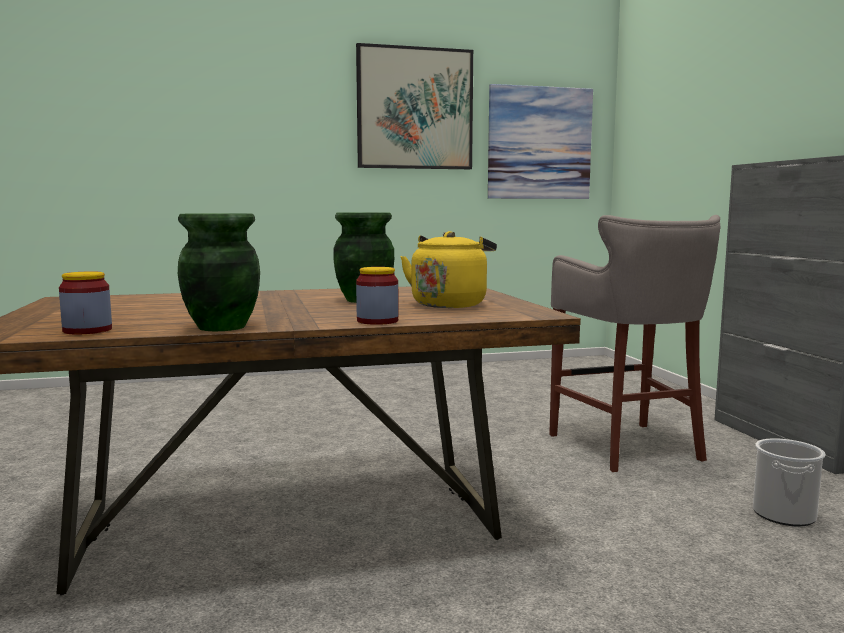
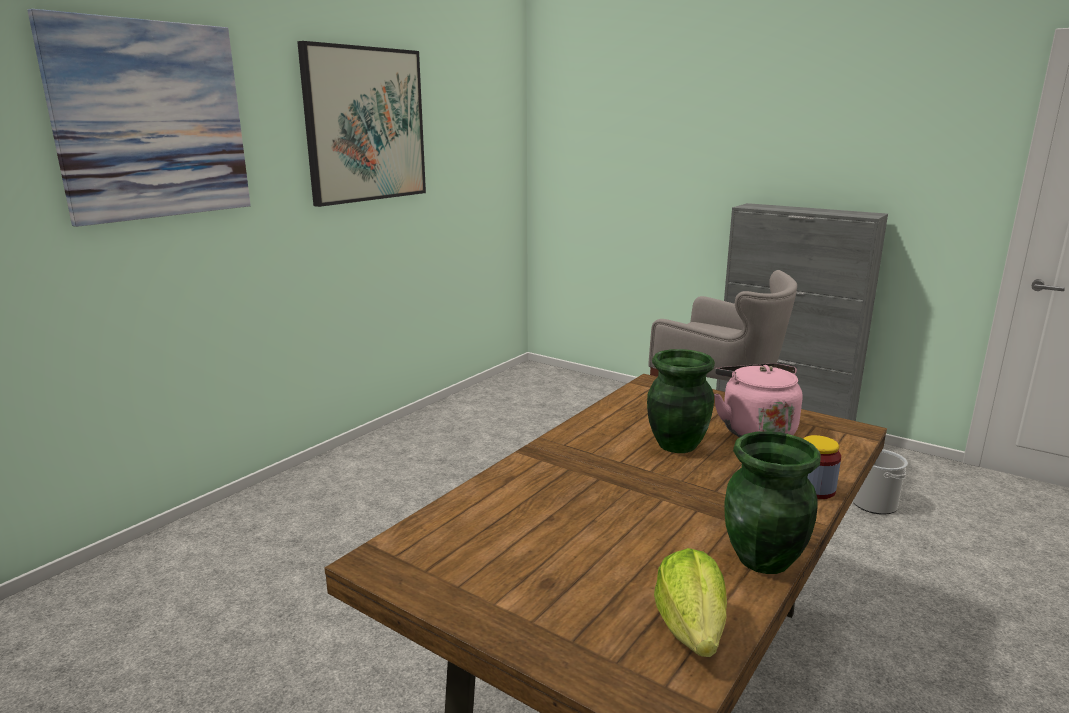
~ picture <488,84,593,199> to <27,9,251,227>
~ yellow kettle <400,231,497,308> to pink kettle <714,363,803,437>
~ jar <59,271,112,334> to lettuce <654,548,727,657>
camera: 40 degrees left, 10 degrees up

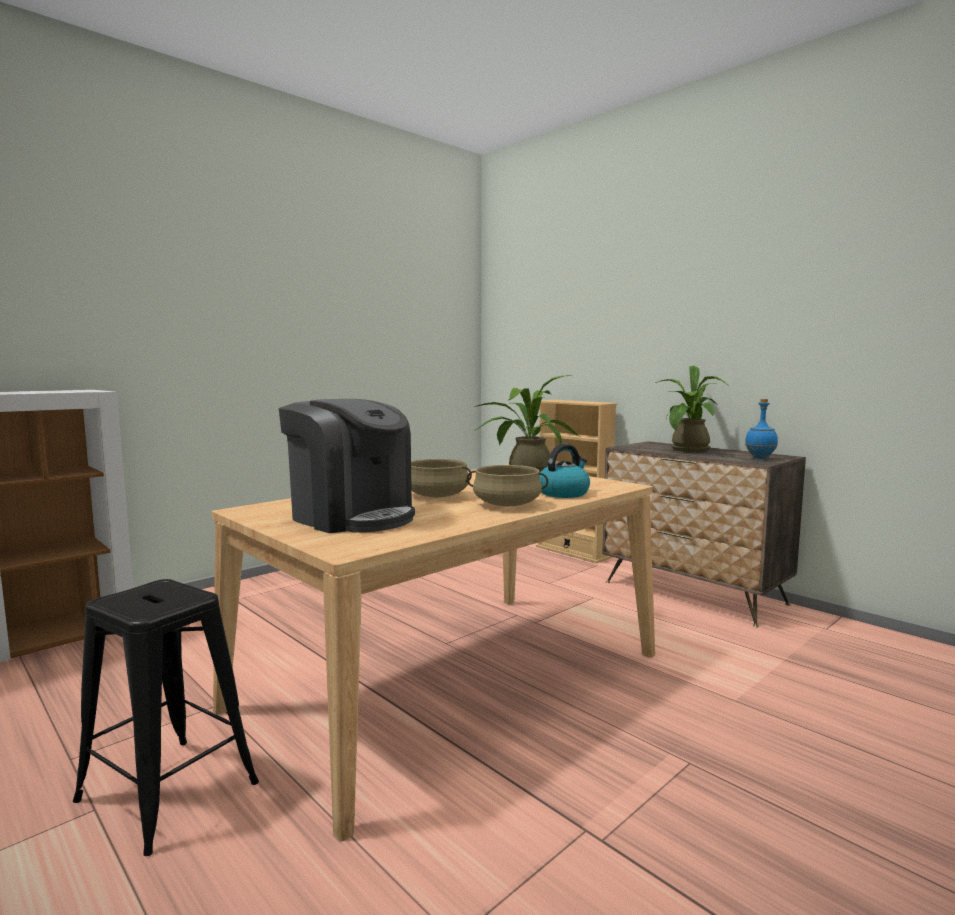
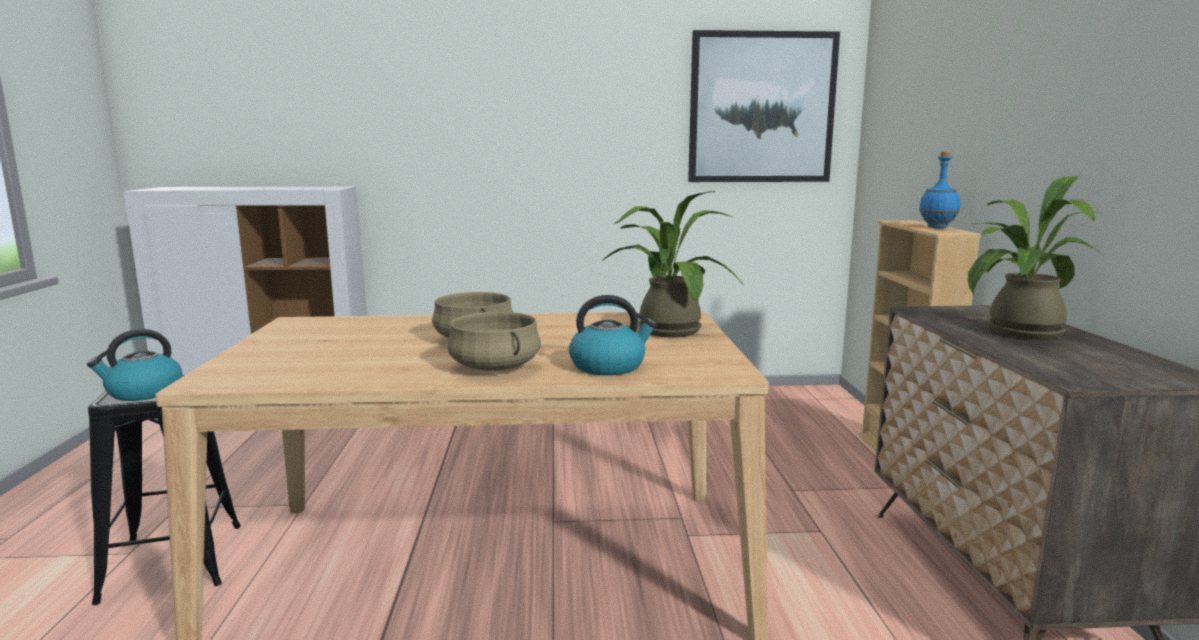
- coffee machine <279,399,415,533>
~ blue bottle <745,399,778,459> to <919,152,960,228>
+ picture <688,30,840,182>
+ kettle <87,329,182,401>
camera: 40 degrees right, 5 degrees up

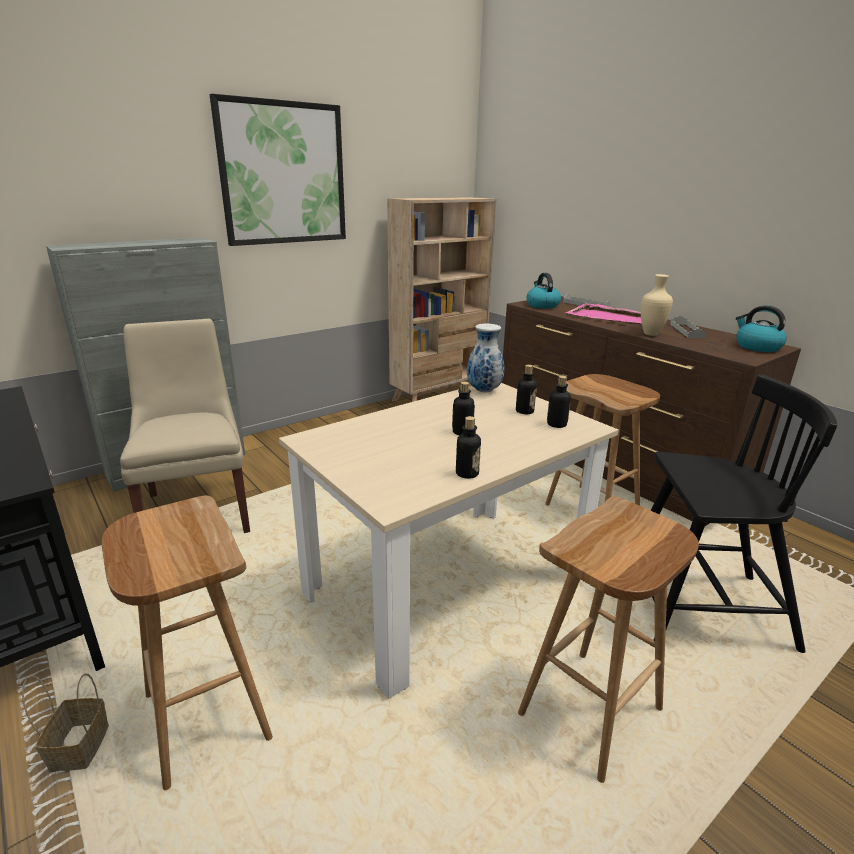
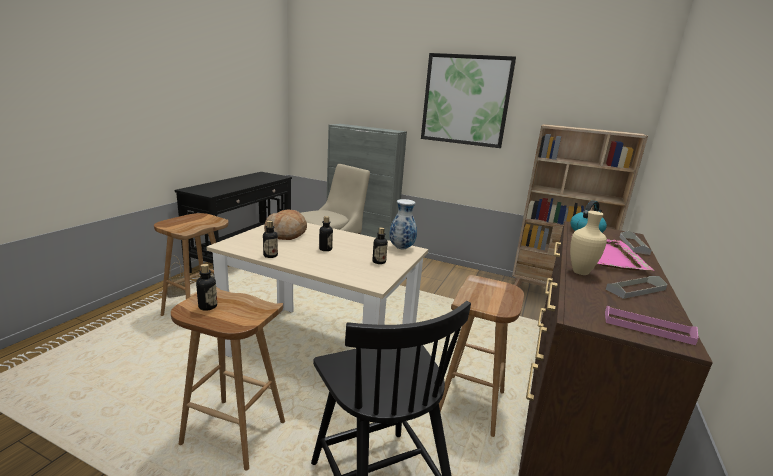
~ kettle <736,305,786,352> to pink tray <605,306,698,345>
~ bottle <547,376,571,428> to <196,264,217,311>
+ bread <264,209,307,240>
camera: 60 degrees right, 5 degrees down

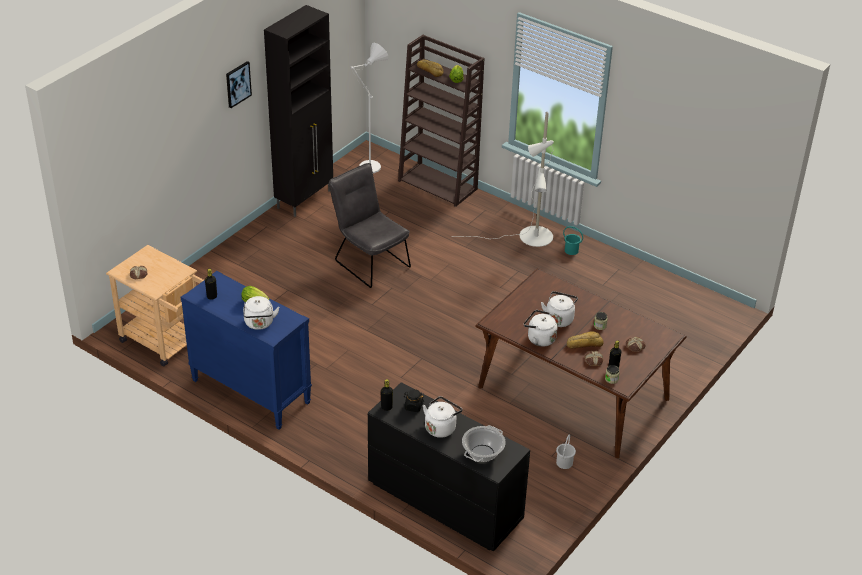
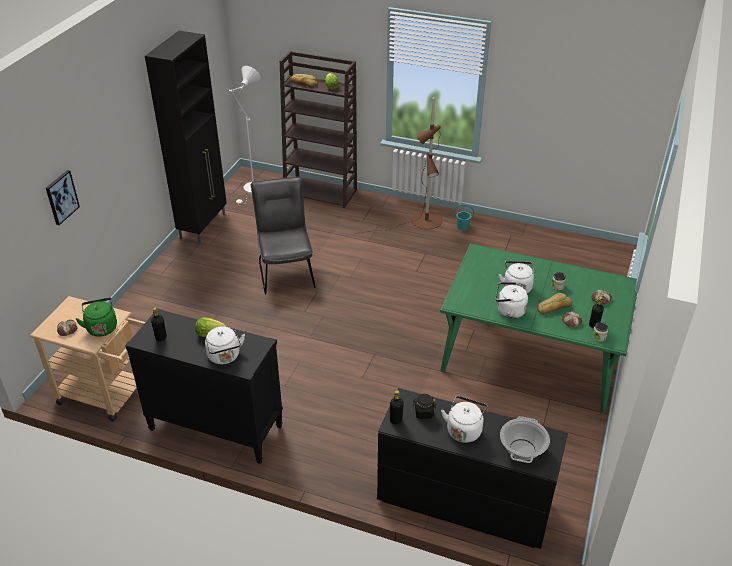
~ picture <226,61,252,108> to <46,170,80,225>
~ white floor lamp <451,112,554,247> to brown floor lamp <354,97,442,234>
~ grey chair <329,163,411,288> = <251,177,316,295> 45 degrees clockwise
~ brown dining table <476,268,686,458> to green dining table <440,244,637,413>
~ blue dresser <181,271,312,430> to black dresser <125,309,283,464>
- white bucket <556,434,576,469>
+ green kettle <76,298,117,337>
camera: 15 degrees left, 0 degrees up

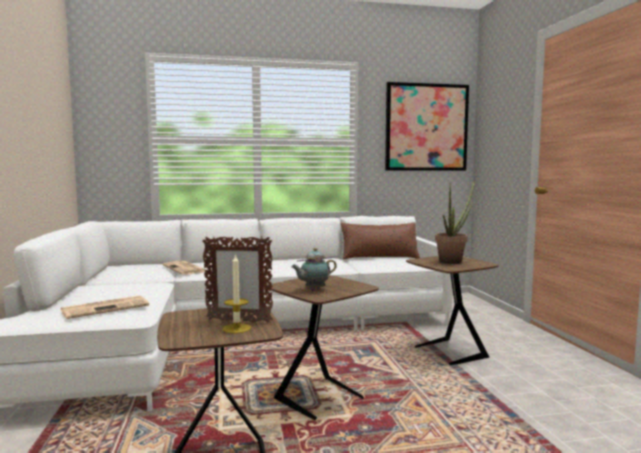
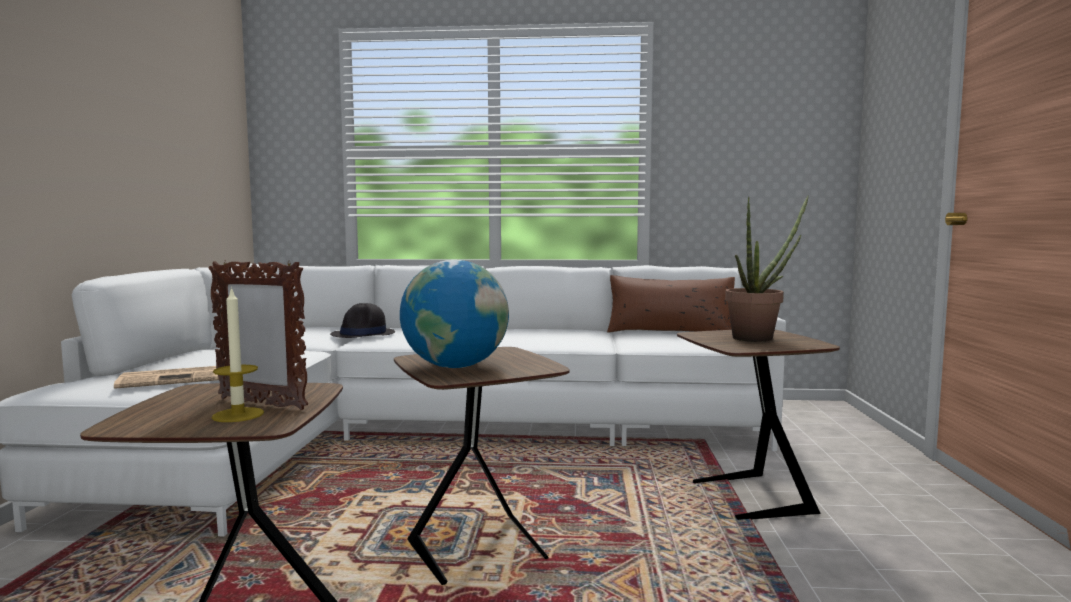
- picture <385,82,469,171>
~ teapot <291,248,337,290> to globe <400,260,509,368>
~ newspaper <163,261,206,275> to black hat <330,303,395,338>
camera: 15 degrees right, 0 degrees up

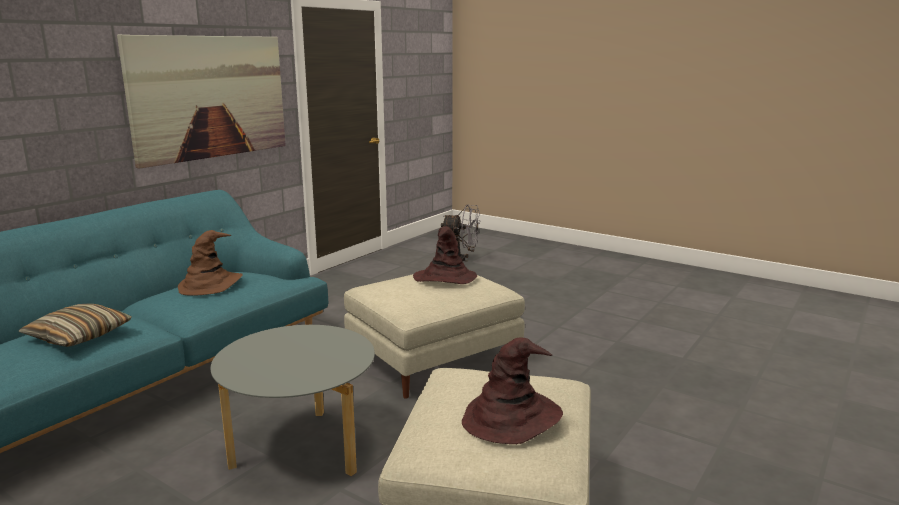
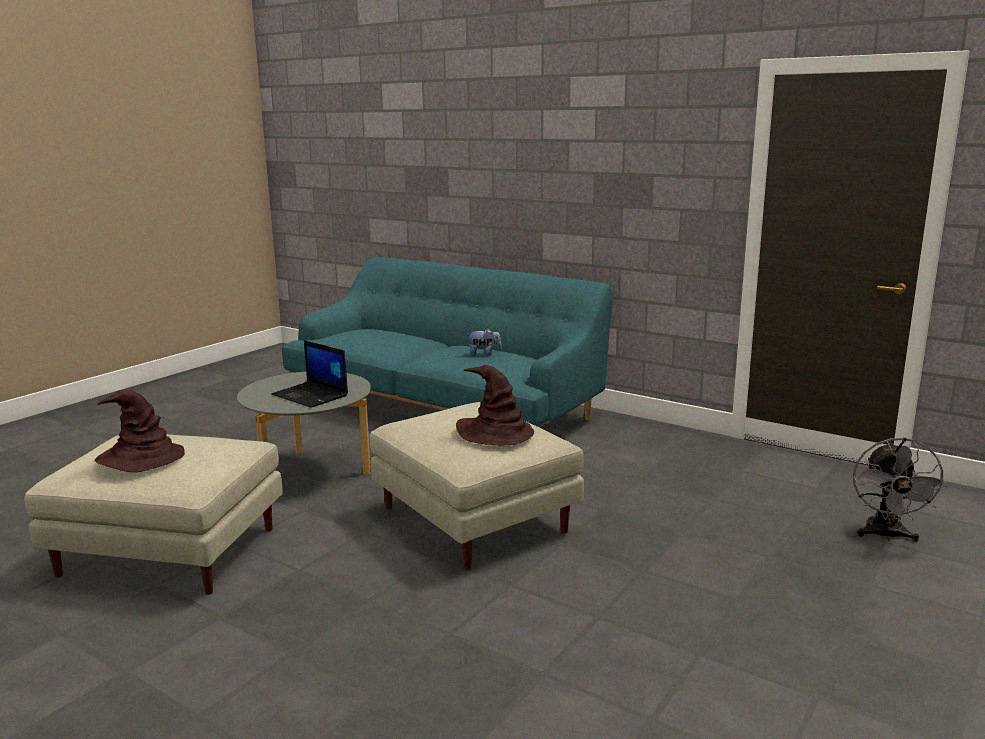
- picture <117,35,286,169>
~ brown hat <178,230,243,296> to plush toy <466,328,502,356>
- pillow <19,304,132,347>
+ laptop <271,340,348,408>
camera: 90 degrees right, 0 degrees up

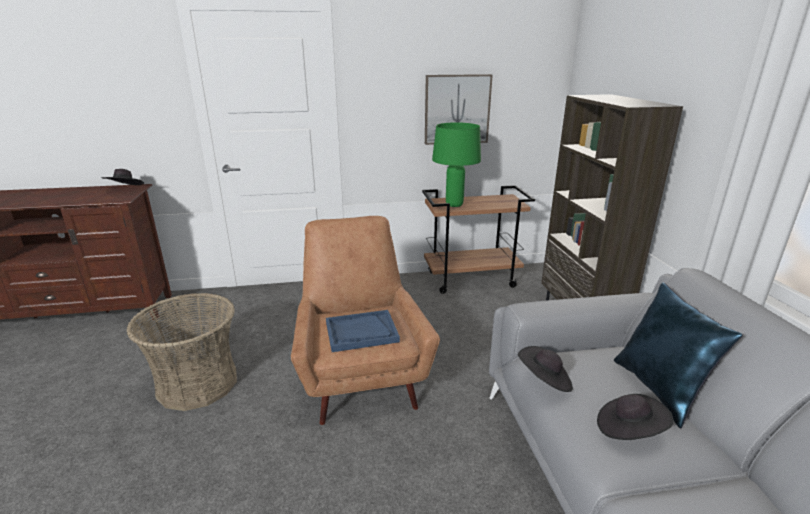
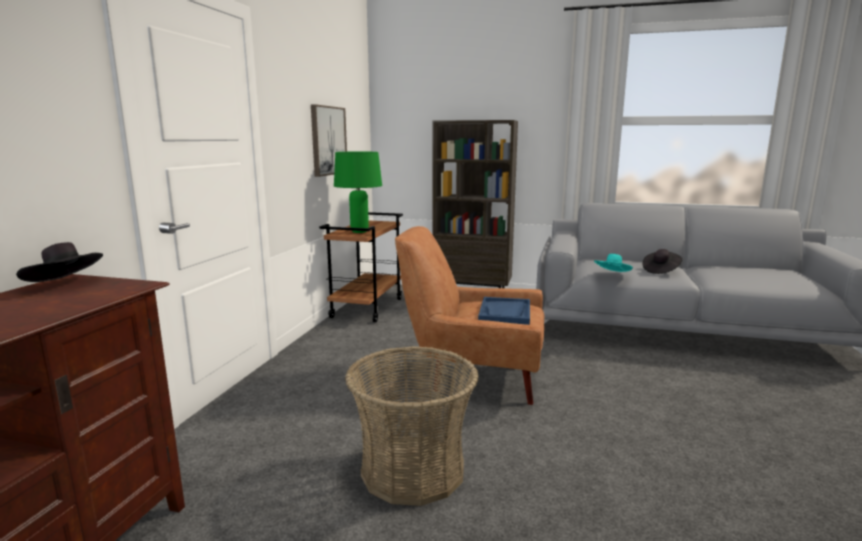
- blue pillow <614,283,743,429>
~ black hat <518,346,573,392> to turquoise hat <594,254,633,272>
camera: 65 degrees left, 10 degrees down

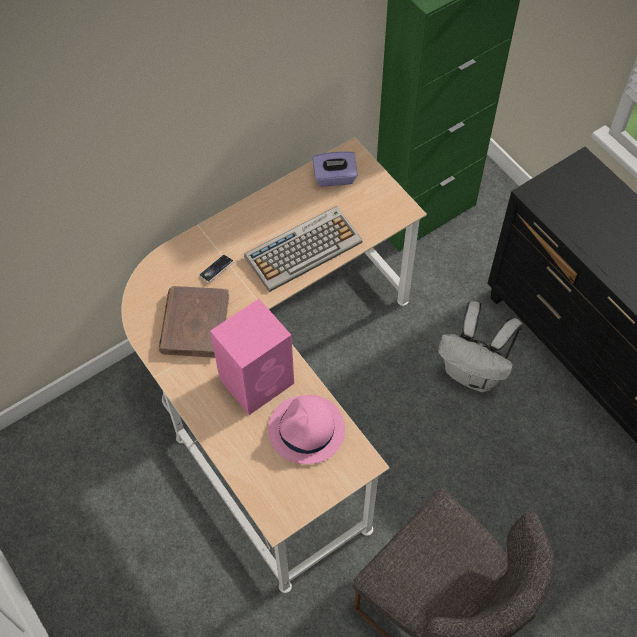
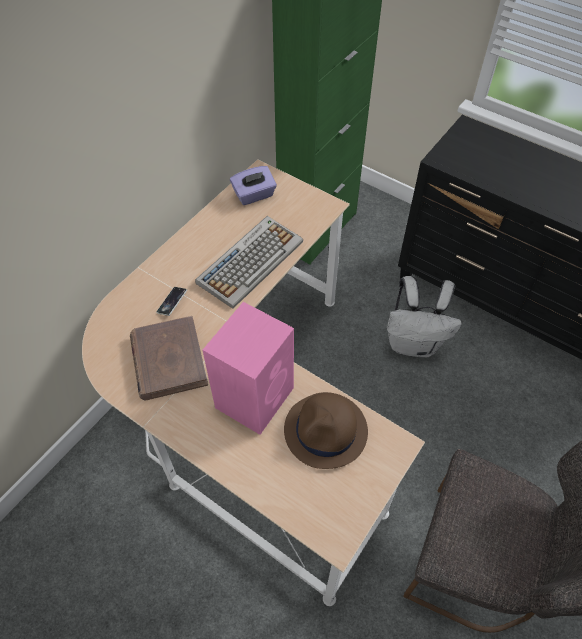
~ pink hat <268,395,345,464> to brown hat <284,392,368,469>
camera: 20 degrees left, 5 degrees down

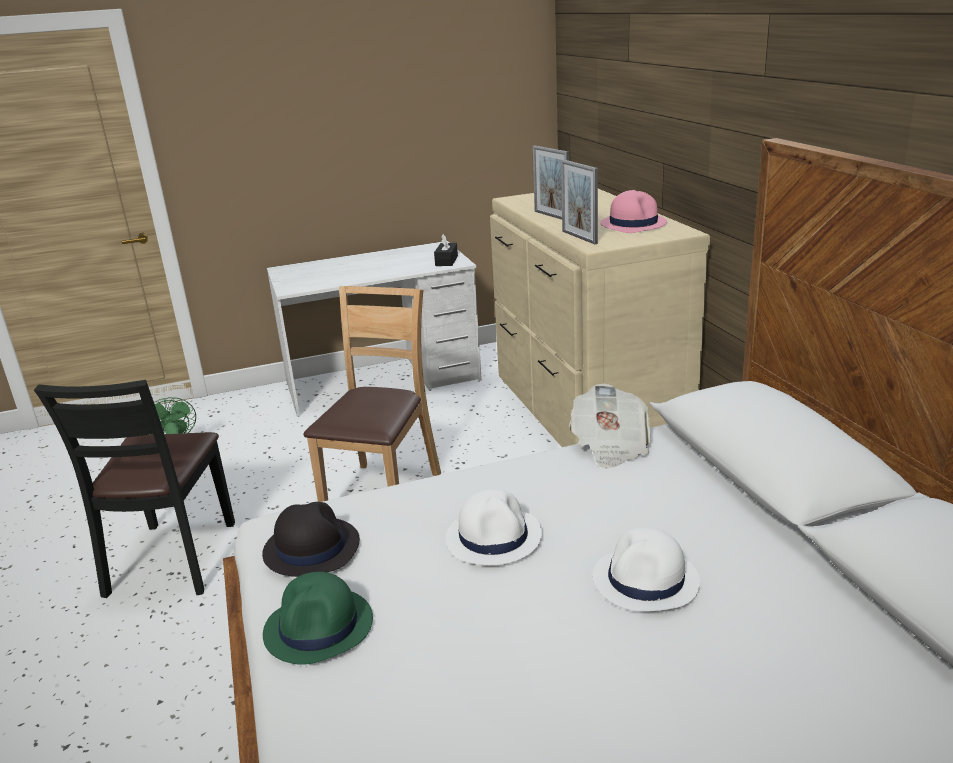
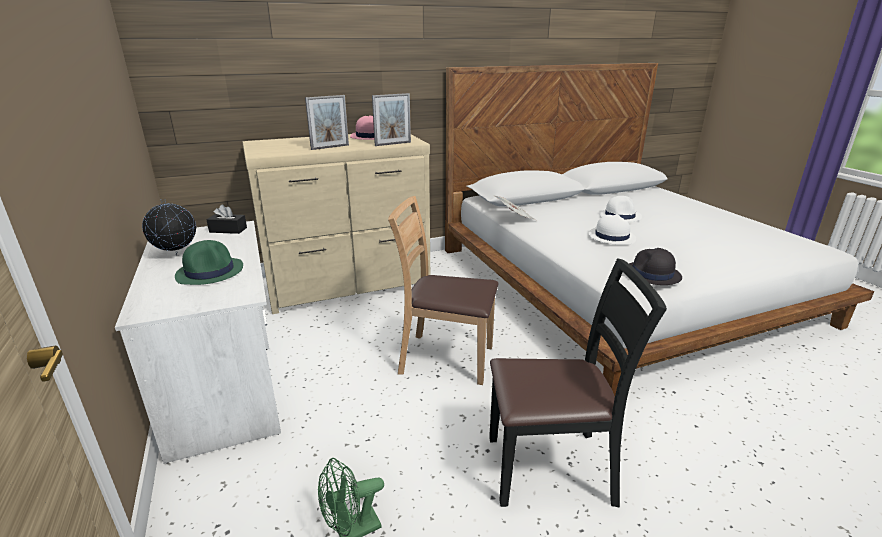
~ green hat <263,572,373,665> to <175,240,243,285>
+ globe <142,199,196,255>
camera: 95 degrees left, 0 degrees up

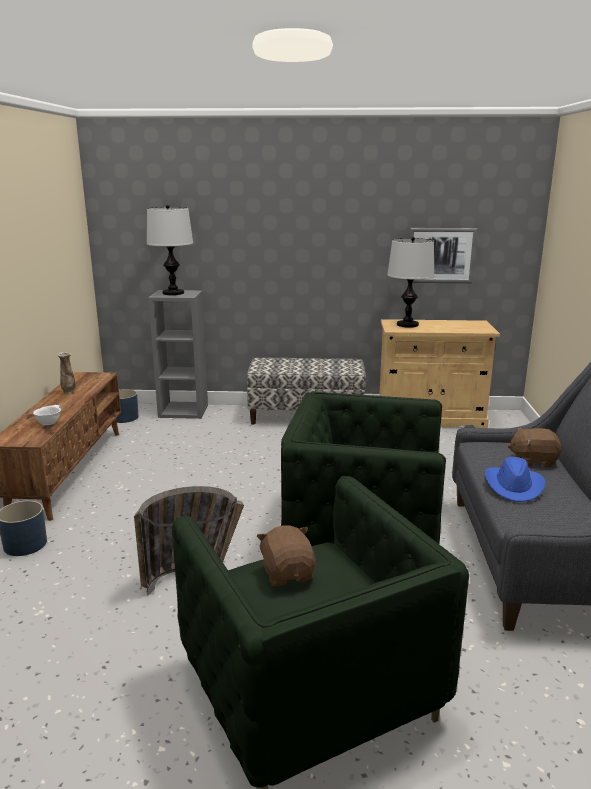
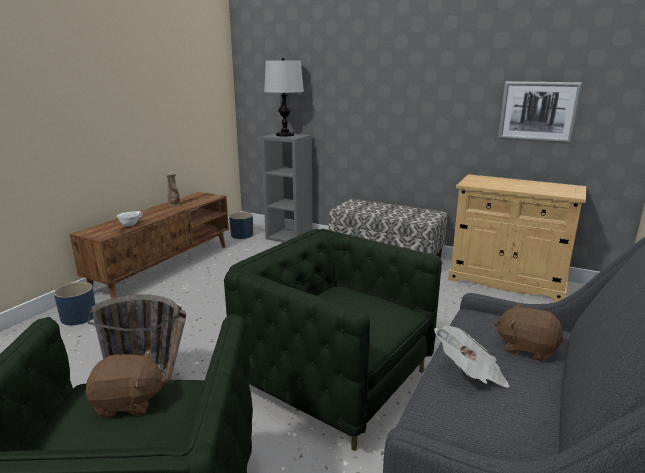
- table lamp <387,237,434,328>
~ blue hat <485,457,545,502> to newspaper <434,326,510,388>
~ brown plush toy <257,525,316,586> = <86,350,167,418> 75 degrees clockwise
camera: 25 degrees right, 0 degrees up

